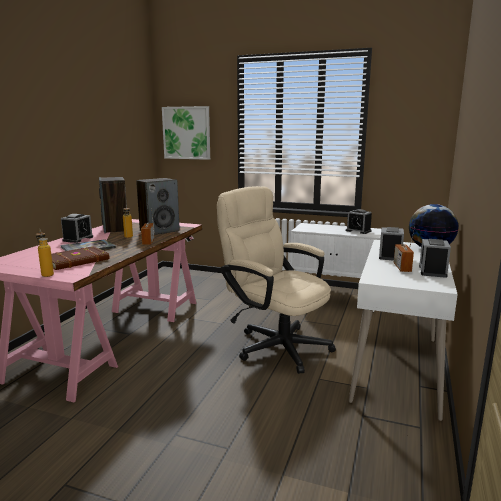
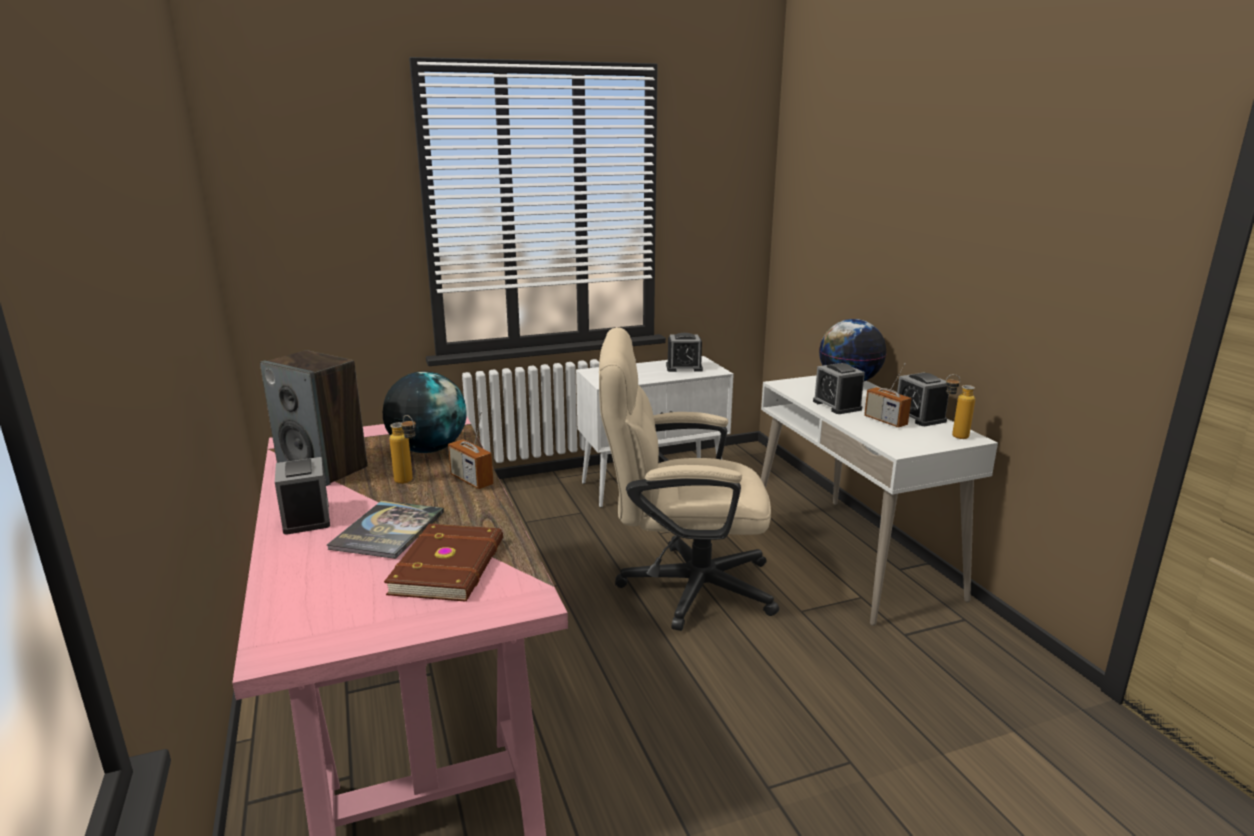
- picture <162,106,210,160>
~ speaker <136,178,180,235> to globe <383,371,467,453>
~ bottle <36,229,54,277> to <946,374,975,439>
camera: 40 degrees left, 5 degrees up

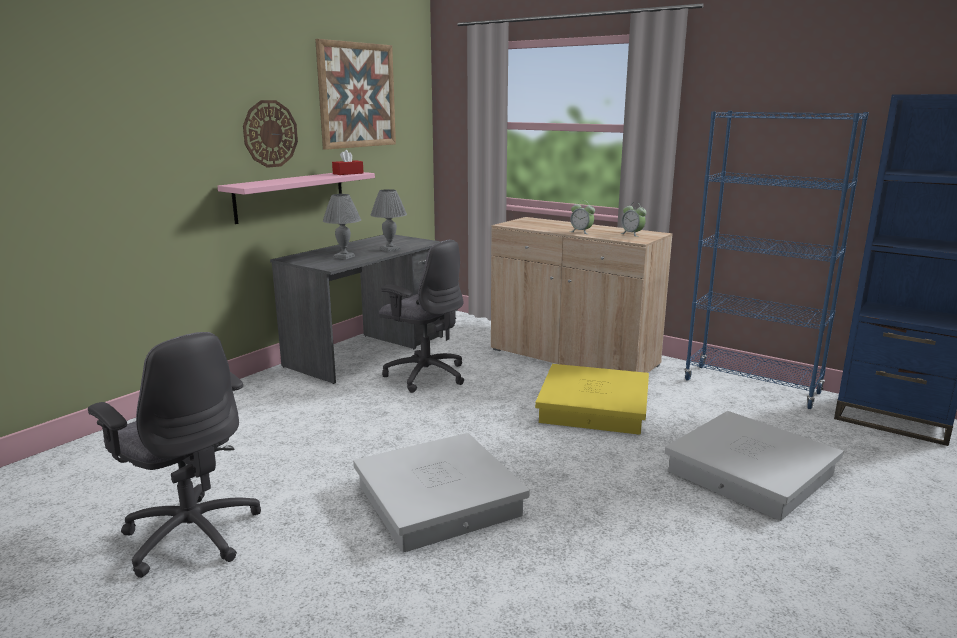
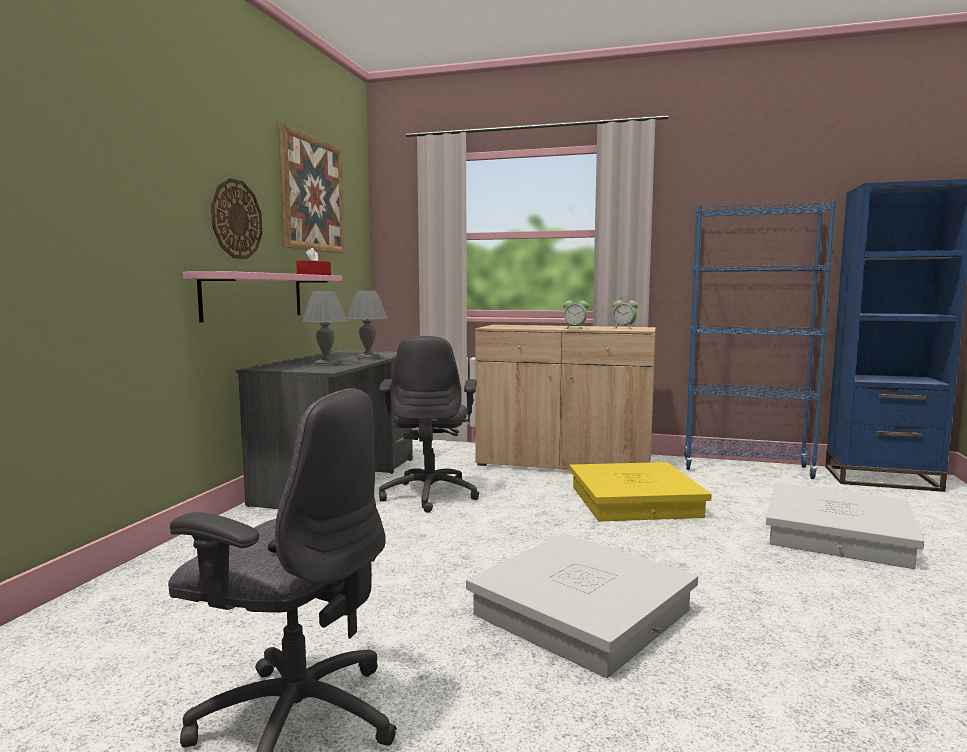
~ grey office chair <379,240,464,393> = <379,336,479,513> 75 degrees clockwise
camera: 20 degrees left, 10 degrees down

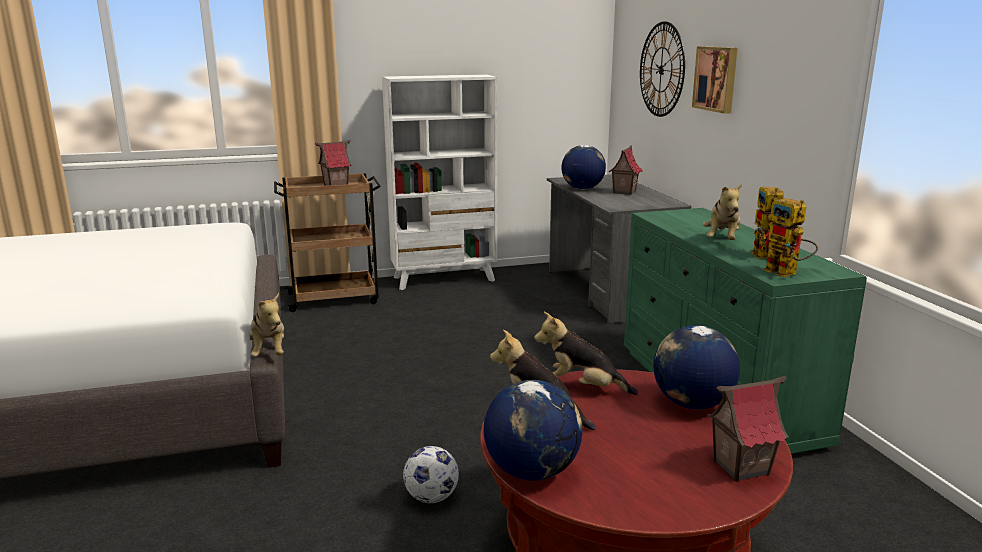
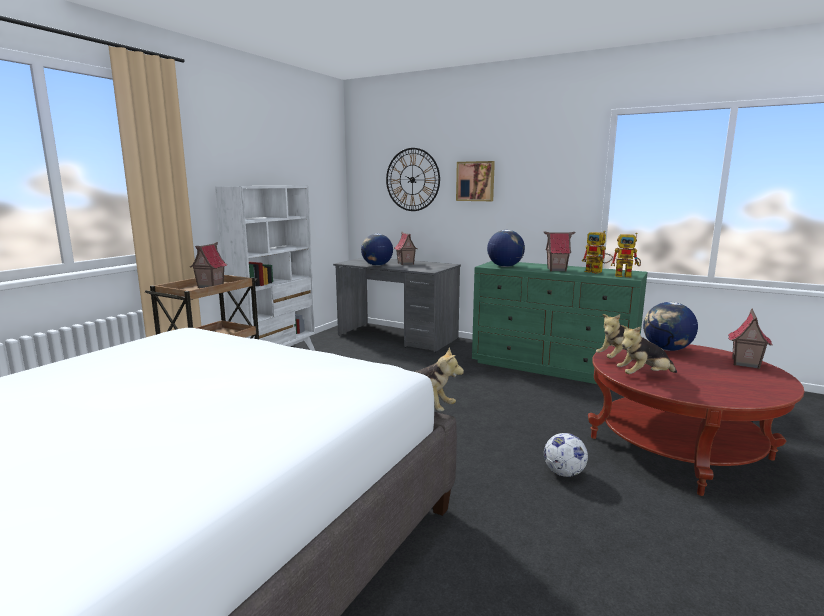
~ plush toy <703,184,742,240> to toy house <544,232,575,271>
~ globe <484,380,582,481> to <487,230,525,267>
camera: 45 degrees left, 5 degrees down

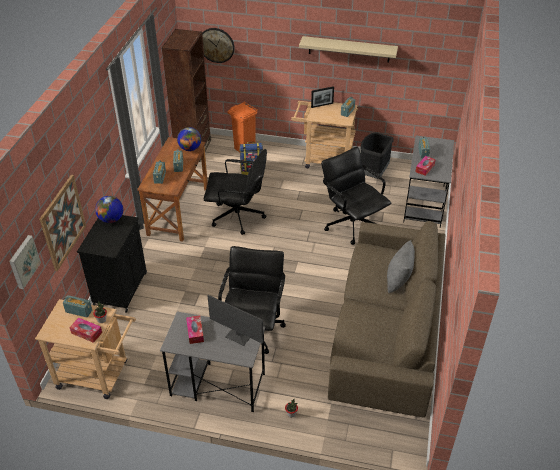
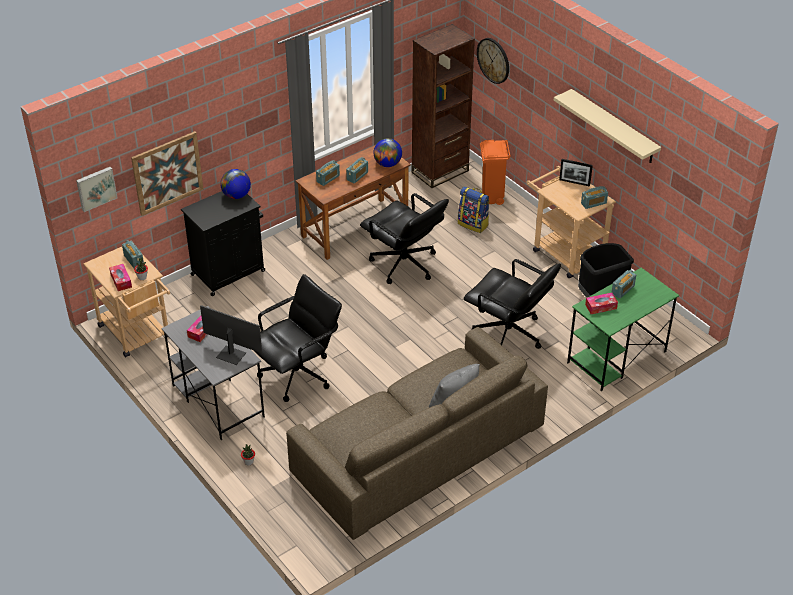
~ grey desk <403,135,454,228> to green desk <567,267,679,391>
~ black office chair <321,147,391,245> = <464,259,561,349> 120 degrees clockwise
~ monitor <208,295,263,346> = <200,305,262,365> 135 degrees clockwise
camera: 40 degrees right, 0 degrees up

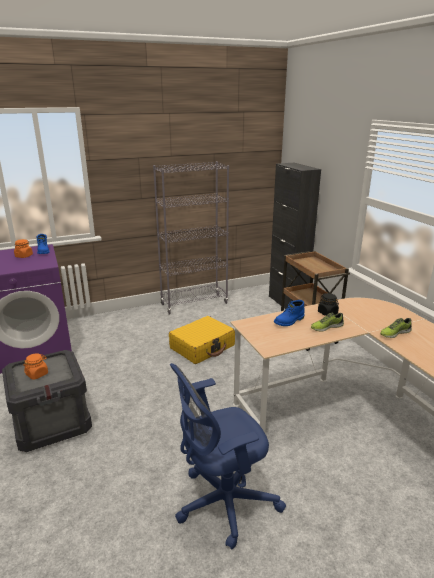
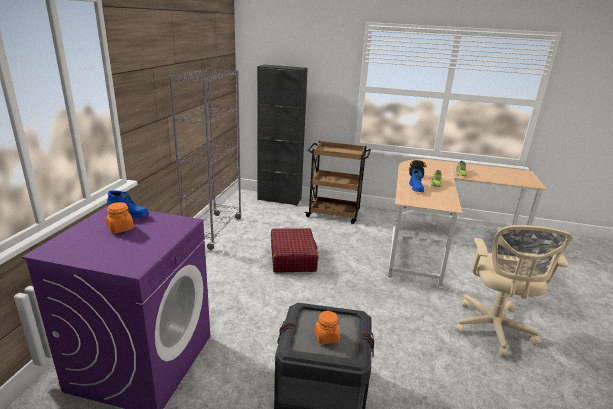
~ yellow suitcase <169,316,235,364> to red suitcase <271,228,318,273>
~ blue office chair <170,363,286,549> to beige office chair <455,225,573,358>
camera: 55 degrees left, 0 degrees up

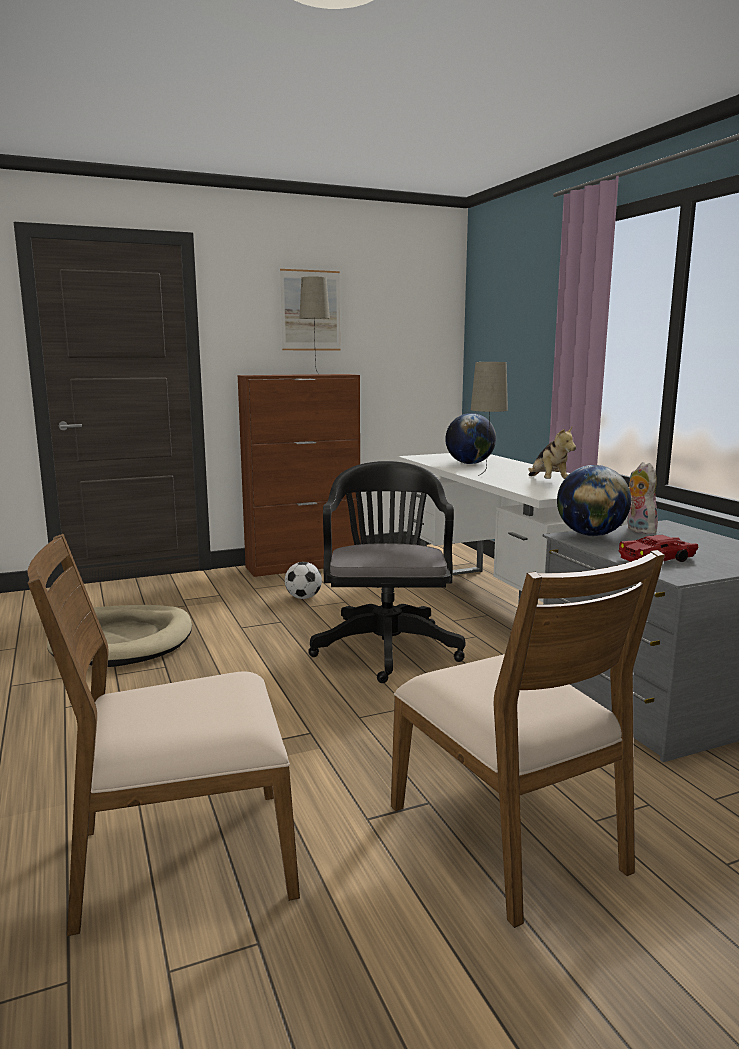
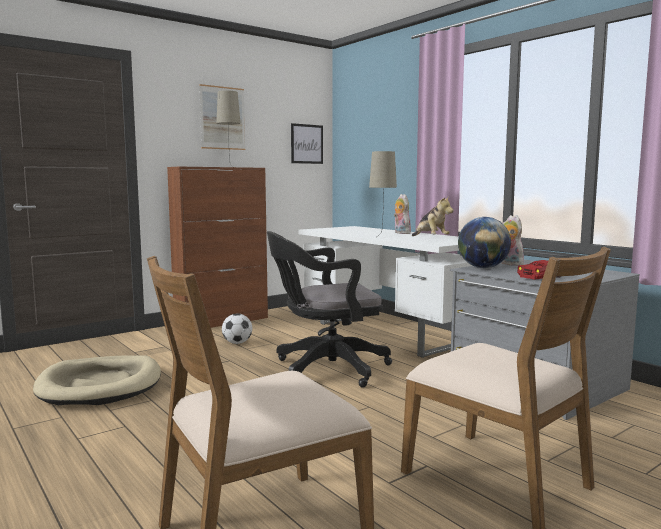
- globe <445,413,496,464>
~ black office chair <308,461,465,683> = <267,231,392,388> 90 degrees counterclockwise
+ picture <291,123,323,164>
+ plush toy <394,194,411,234>
camera: 15 degrees left, 5 degrees down

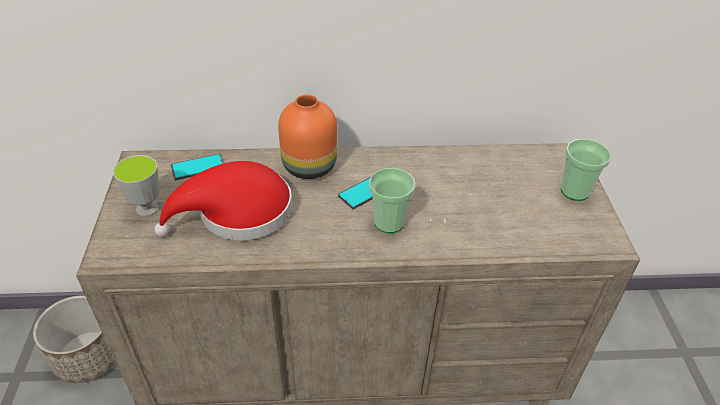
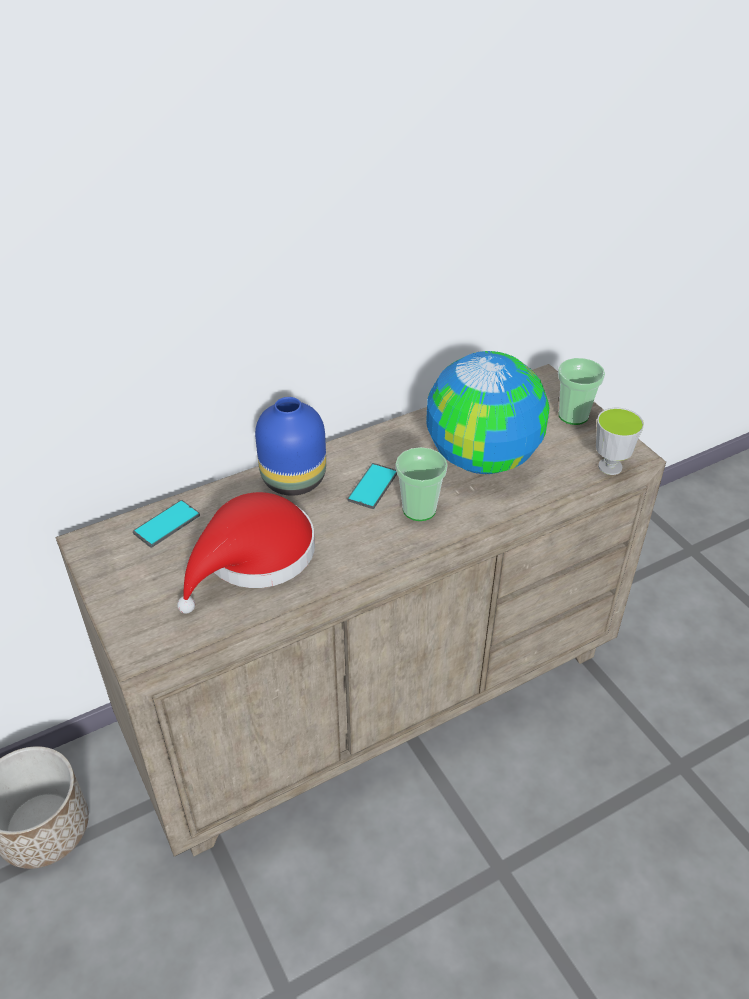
~ orange vase <278,94,337,179> to blue vase <255,397,326,496>
~ cup <113,155,160,217> to <596,408,644,475>
+ globe <426,351,550,474>
camera: 25 degrees left, 0 degrees up

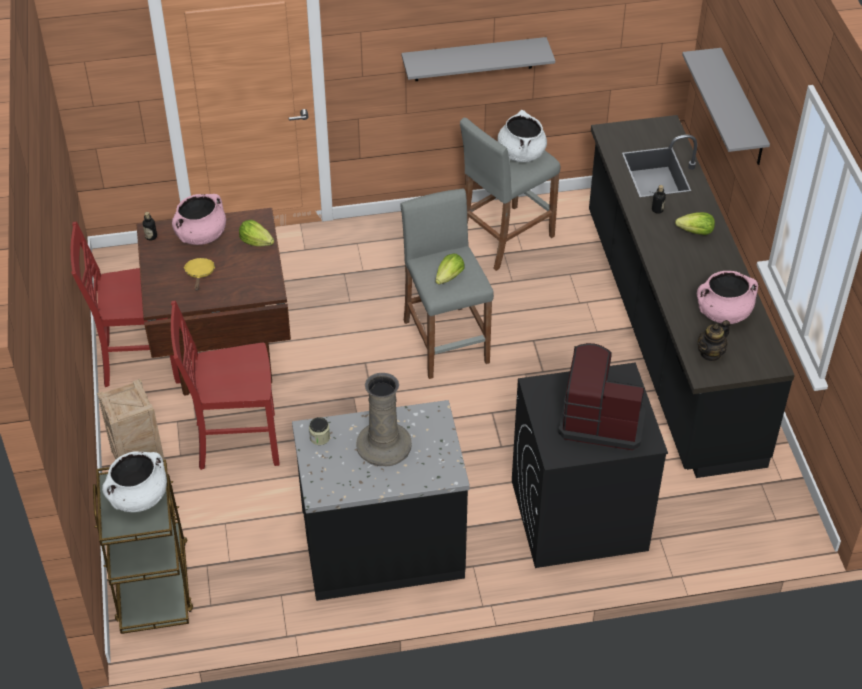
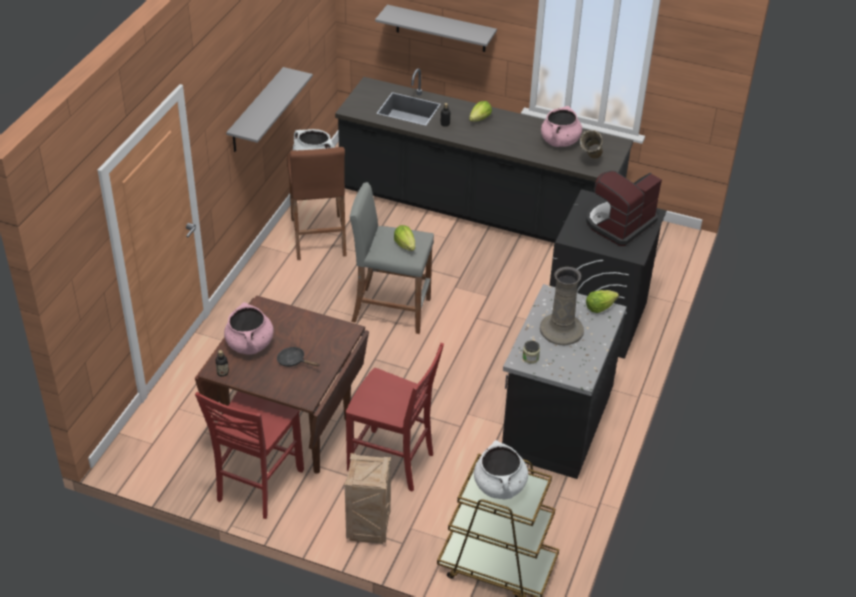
~ grey stool <460,118,560,271> to brown stool <287,147,347,260>
~ lettuce <239,220,274,246> to <586,290,619,313>
~ yellow frying pan <184,258,216,291> to black frying pan <277,347,320,367>
~ red chair <171,301,280,470> = <346,343,444,492> 90 degrees counterclockwise
~ teapot <698,320,730,362> to beige vase <580,130,603,159>
camera: 60 degrees left, 5 degrees down

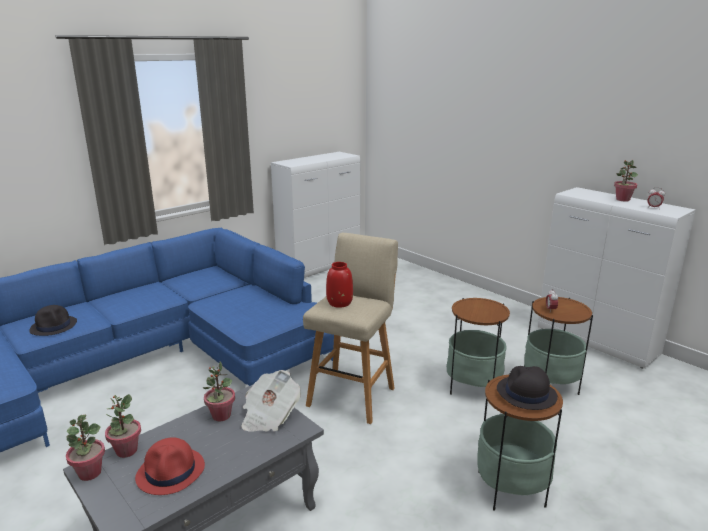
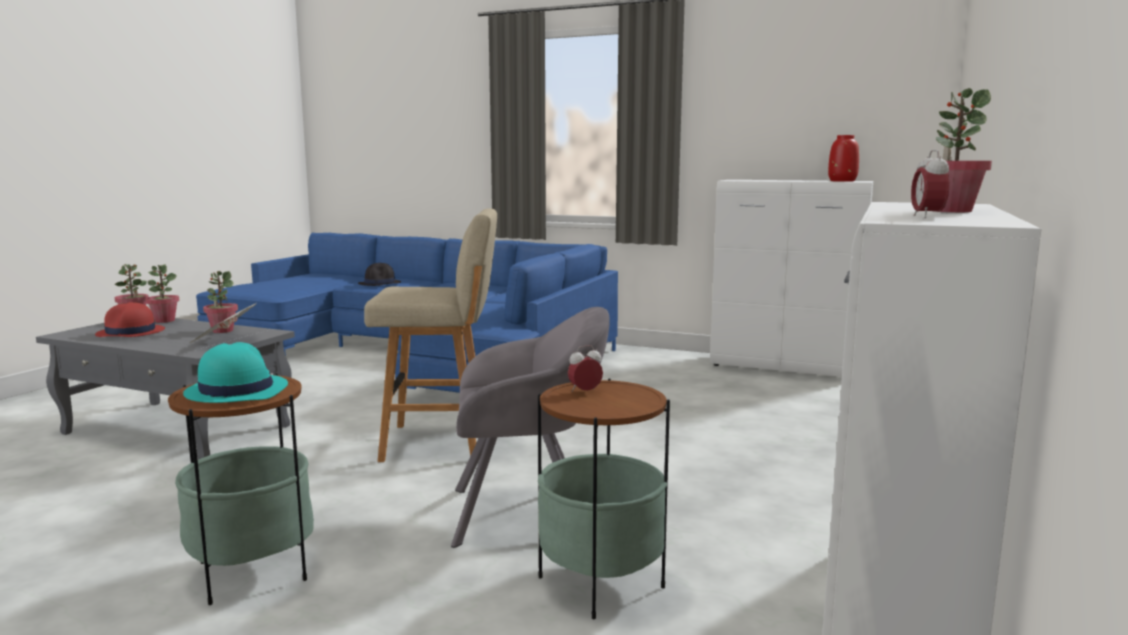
~ red vase <326,262,353,308> to <828,135,859,182>
~ side table <447,298,510,395> to grey armchair <451,307,610,548>
~ black hat <497,366,558,410> to turquoise hat <183,342,288,403>
camera: 65 degrees right, 10 degrees down

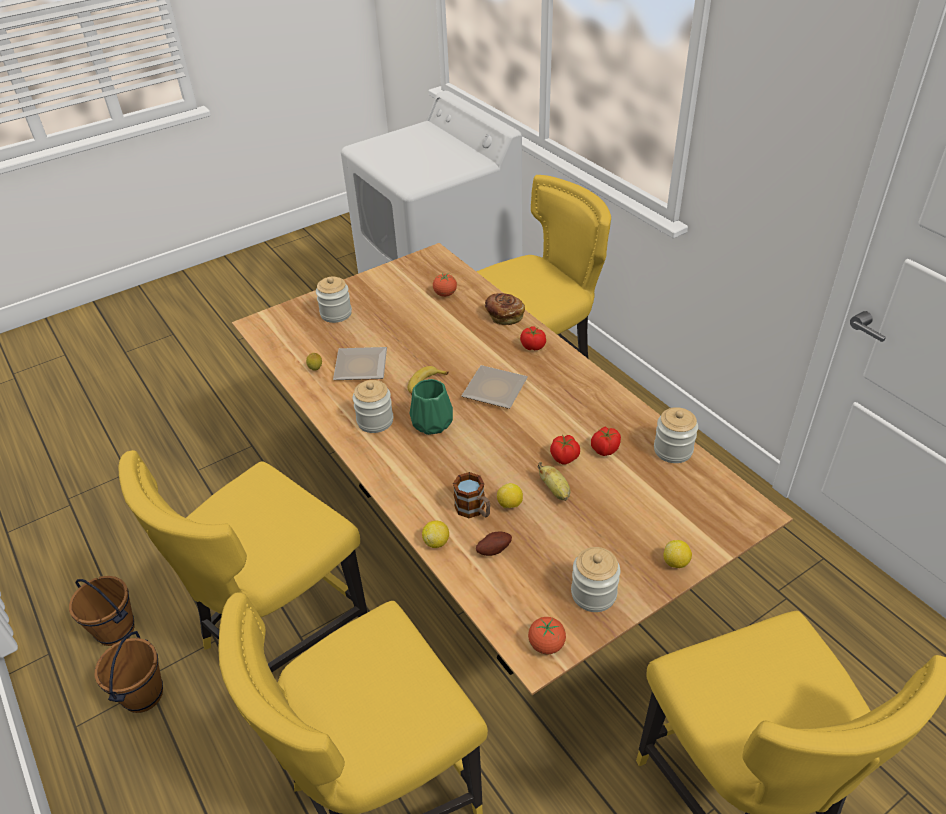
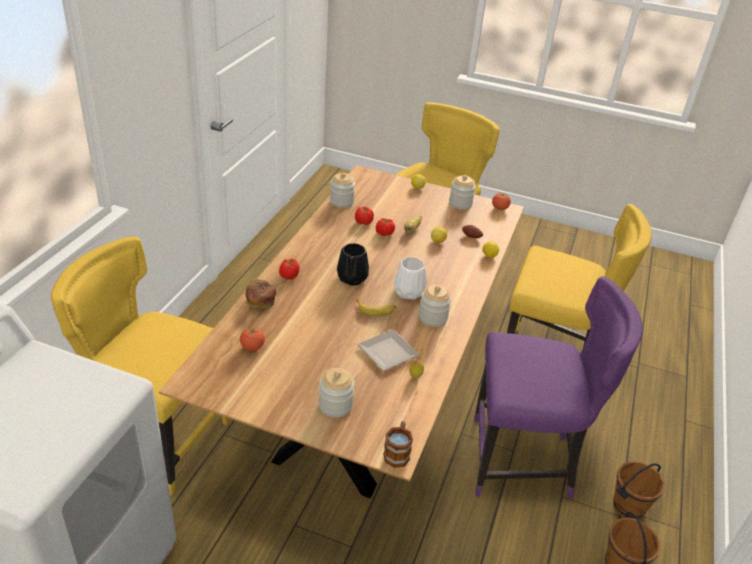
~ plate <462,365,528,409> to black vase <337,243,369,286>
~ green vase <410,379,453,435> to white vase <394,257,427,299>
~ yellow chair <119,450,367,672> to purple chair <474,276,643,499>
~ mug <453,472,490,518> to <383,421,413,468>
camera: 130 degrees left, 5 degrees down

